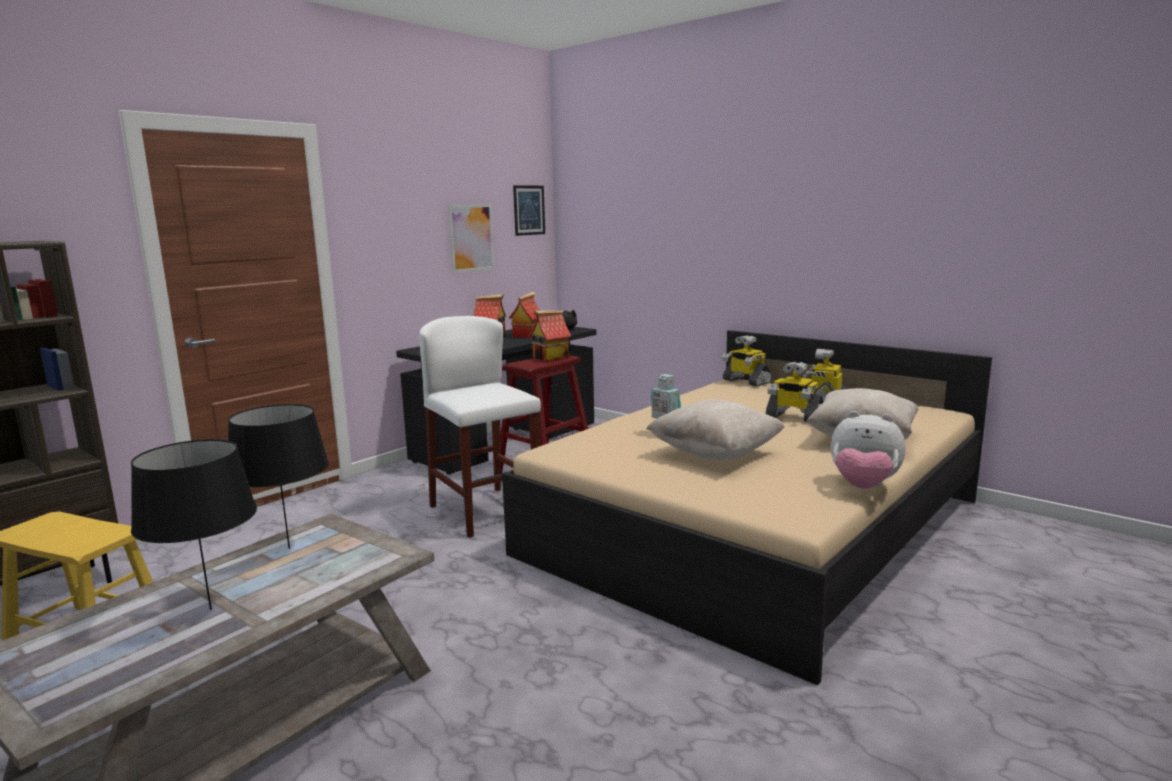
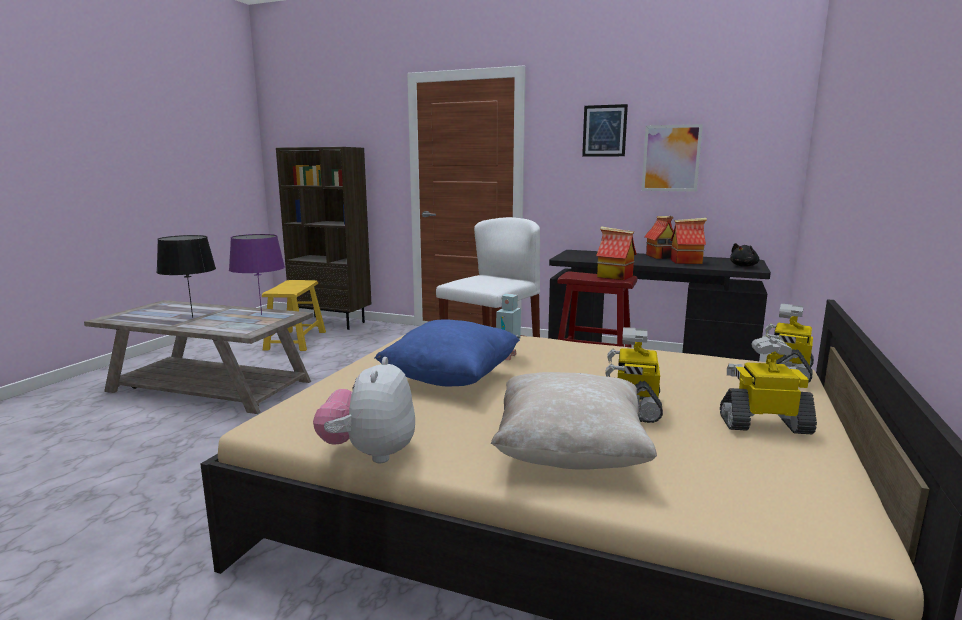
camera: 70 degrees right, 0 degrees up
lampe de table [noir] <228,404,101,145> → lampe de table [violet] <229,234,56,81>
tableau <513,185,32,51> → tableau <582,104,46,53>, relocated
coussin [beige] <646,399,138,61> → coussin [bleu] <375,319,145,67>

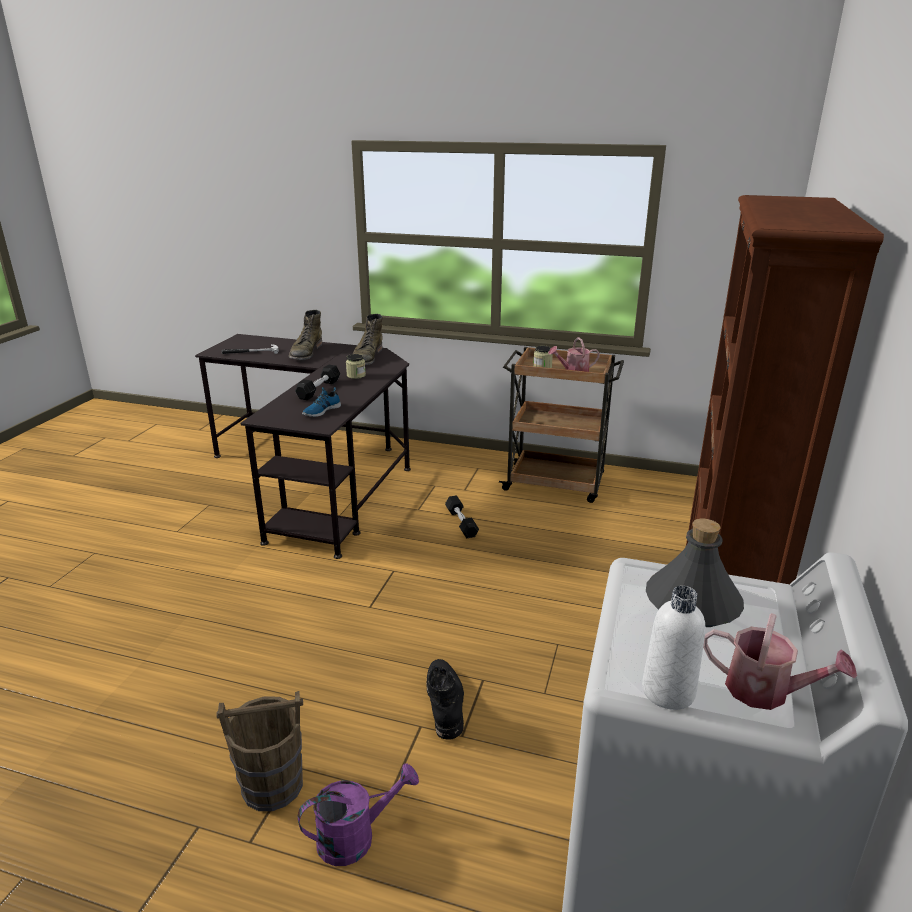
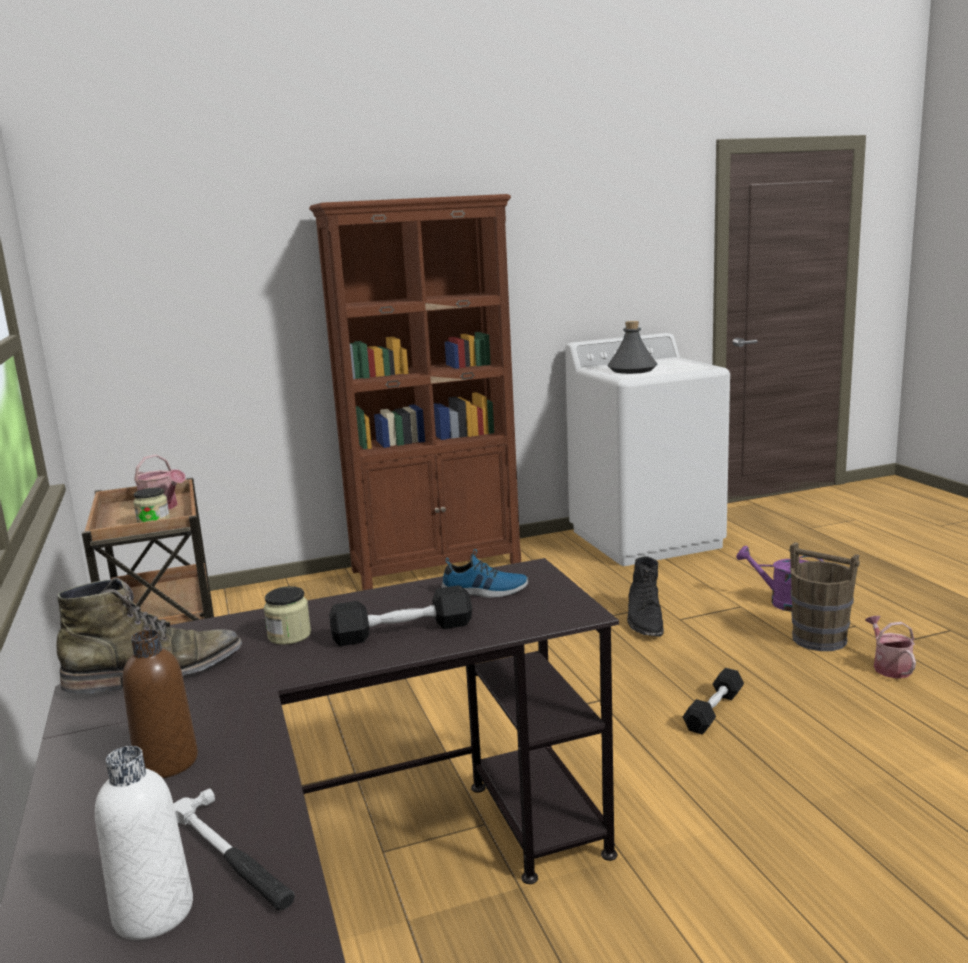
camera: 125 degrees left, 10 degrees down
botte [vert] <289,310,33,50> → bouteille [marron] <122,630,76,148>
botte [noir] <427,659,37,80> → botte [noir] <627,556,37,81>, 45 degrees counterclockwise
haltère [noir] <445,495,34,43> → haltère [noir] <683,668,61,67>, relocated
bouteille [blanc] <642,586,63,124> → bouteille [blanc] <95,746,98,194>, relocated
arrosoir <703,613,154,97> → arrosoir <865,616,51,63>, relocated

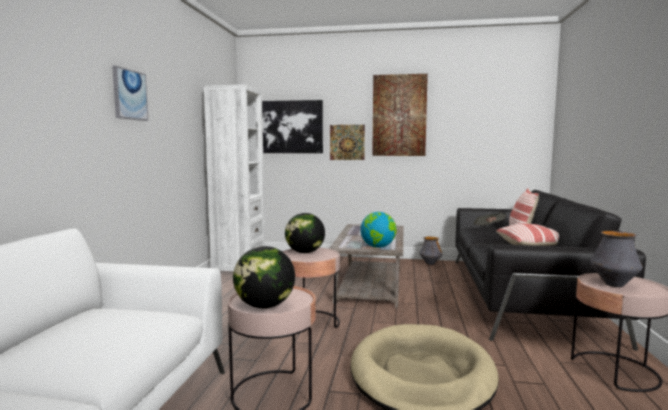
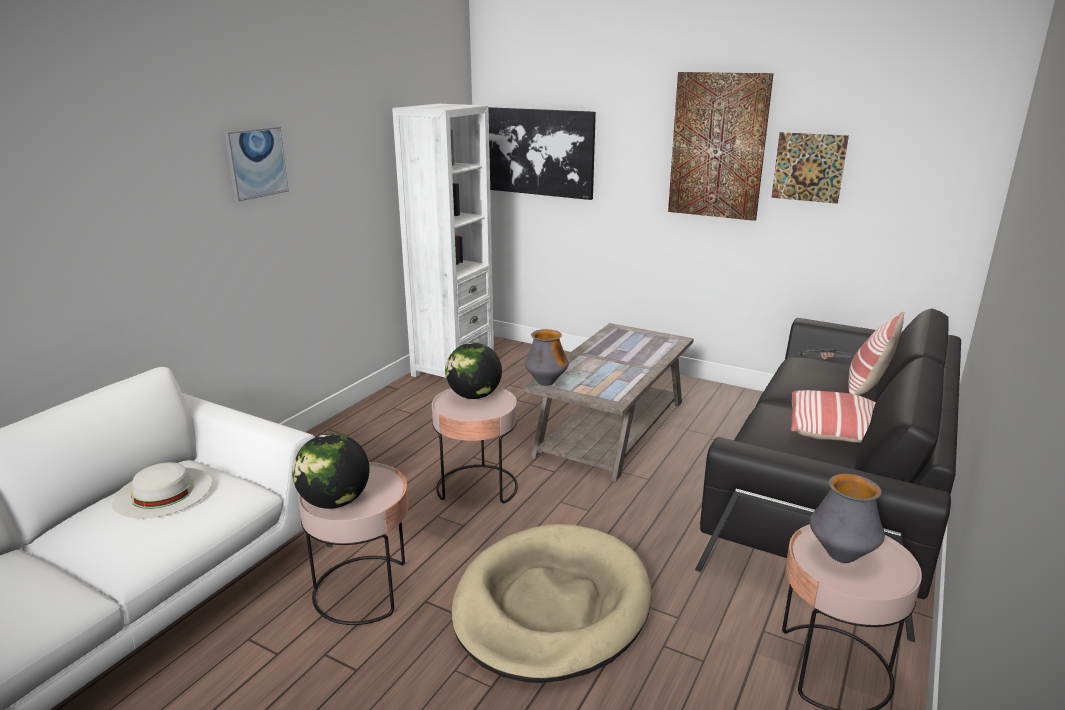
camera: 20 degrees right, 15 degrees up
tableau <330,125,35,35> → tableau <771,132,78,72>, relocated
globe <360,212,36,36> → -
vase <420,237,22,28> → vase <524,329,45,57>, relocated
- → chapeau [blanc] <112,462,100,57>

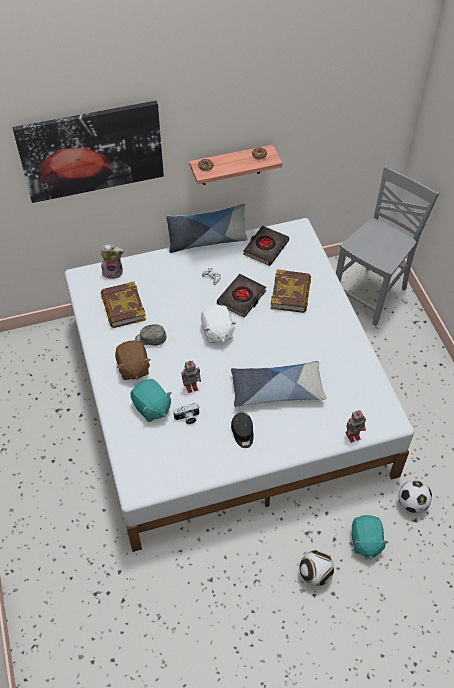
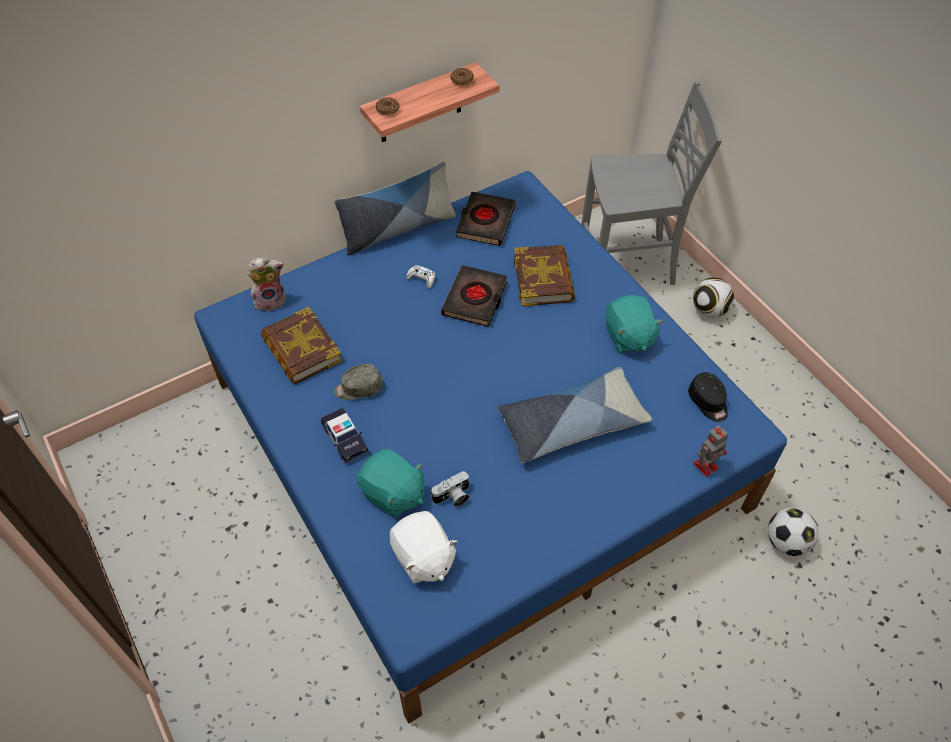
camera: 15 degrees left, 0 degrees up
tableau <13,101,151,102> → -
lit [blanc] <65,218,349,334> → lit [bleu] <194,171,593,553>
peluche [marron] <115,340,36,40> → petite voiture <320,408,49,56>
robot jouet <181,360,20,33> → -
peluche [blanc] <201,305,35,38> → peluche [blanc] <390,511,68,73>, relocated
casquette [noir] <231,413,23,35> → casquette [noir] <688,372,40,50>, relocated
ballon de foot <300,550,34,36> → ballon de foot <693,277,41,40>, relocated
chaise [gris] <336,166,103,160> → chaise [gris] <581,82,141,203>, 60 degrees clockwise
peluche [turquoise] <352,515,36,44> → peluche [turquoise] <606,295,58,58>, relocated

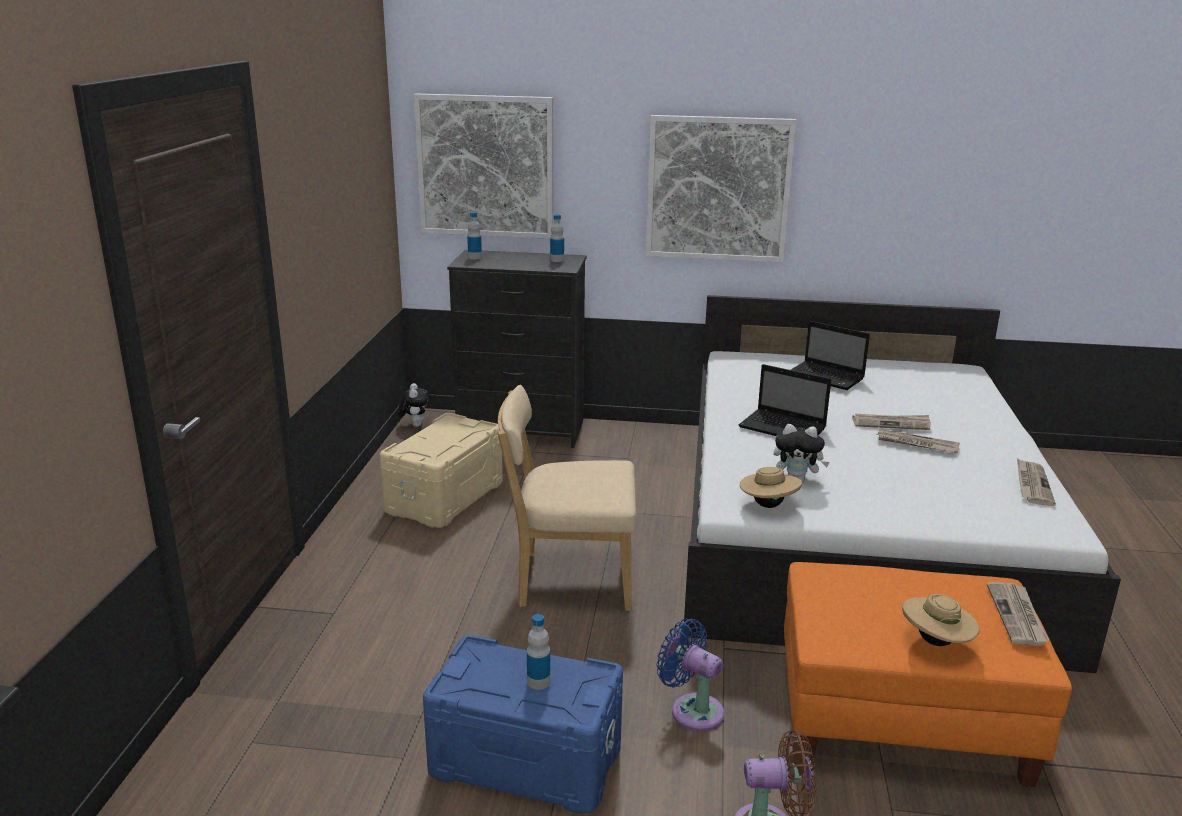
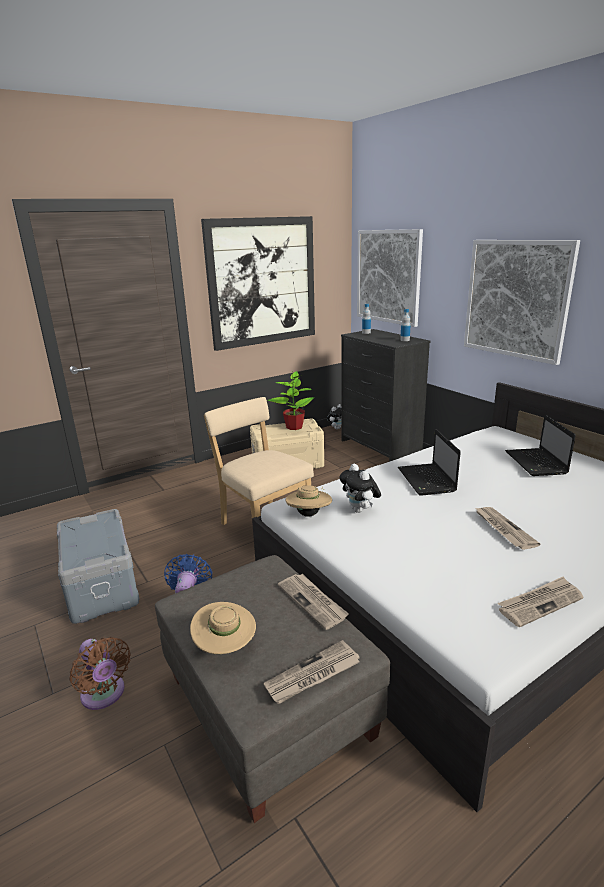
camera: 50 degrees right, 0 degrees up
boîte de rangement [bleu] <423,635,200,178> → boîte de rangement [gris] <57,509,82,115>
bouteille <527,614,23,76> → -
pouf [orange] <784,562,288,225> → pouf [gris] <155,555,235,268>
journal <852,414,79,16> → journal <278,574,71,56>, relocated
- → tableau <201,216,114,135>
- → plante en pot <268,371,46,59>

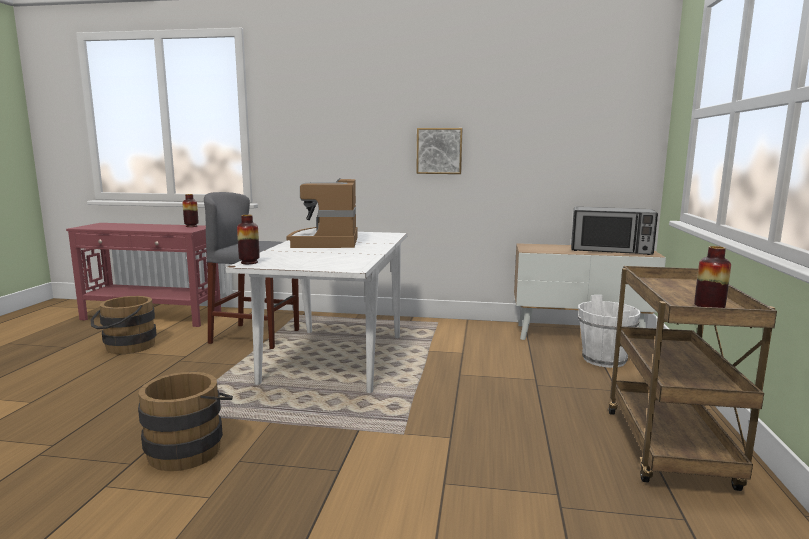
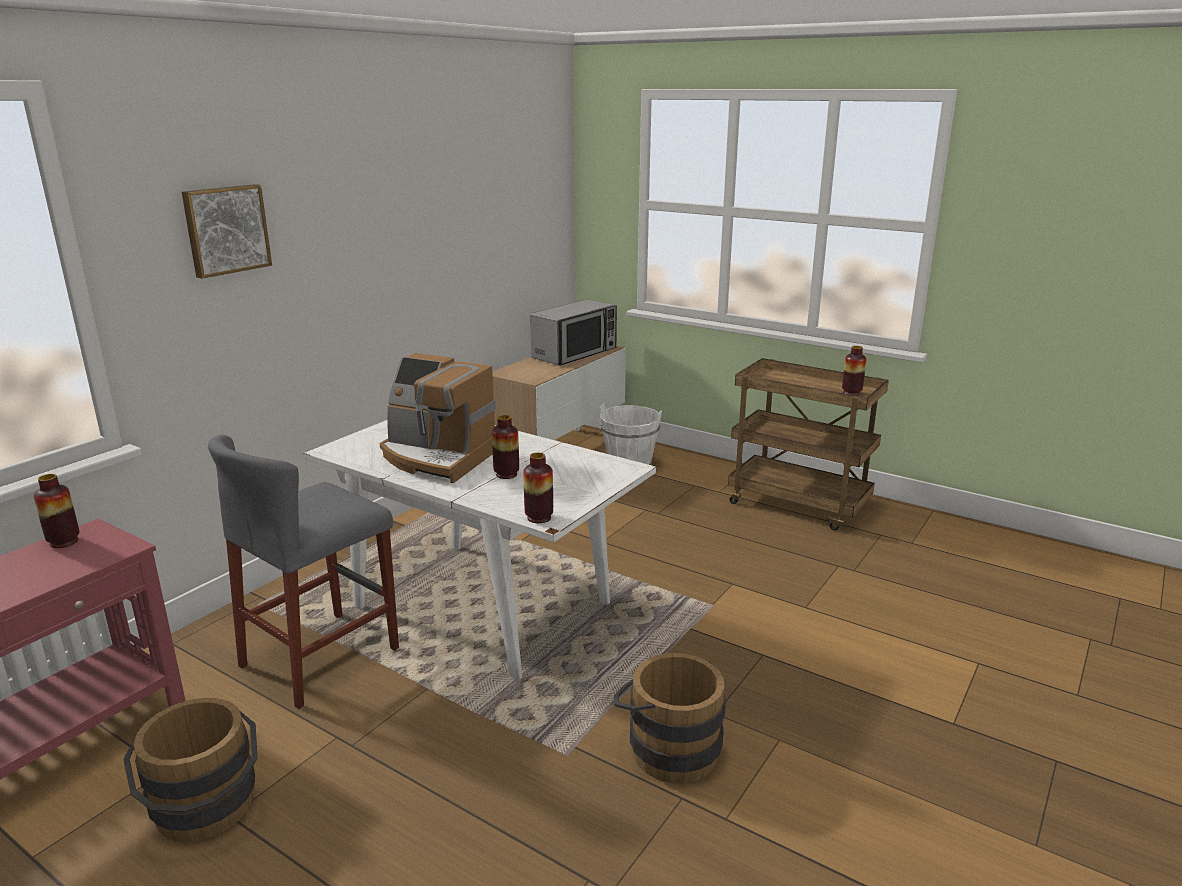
camera: 65 degrees left, 10 degrees up
tableau <416,128,47,46> → tableau <182,184,90,95>, relocated
- → vase <492,415,27,64>

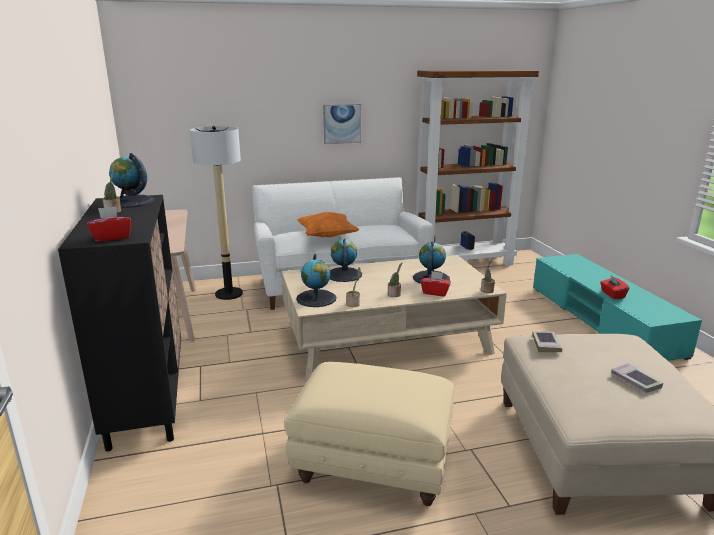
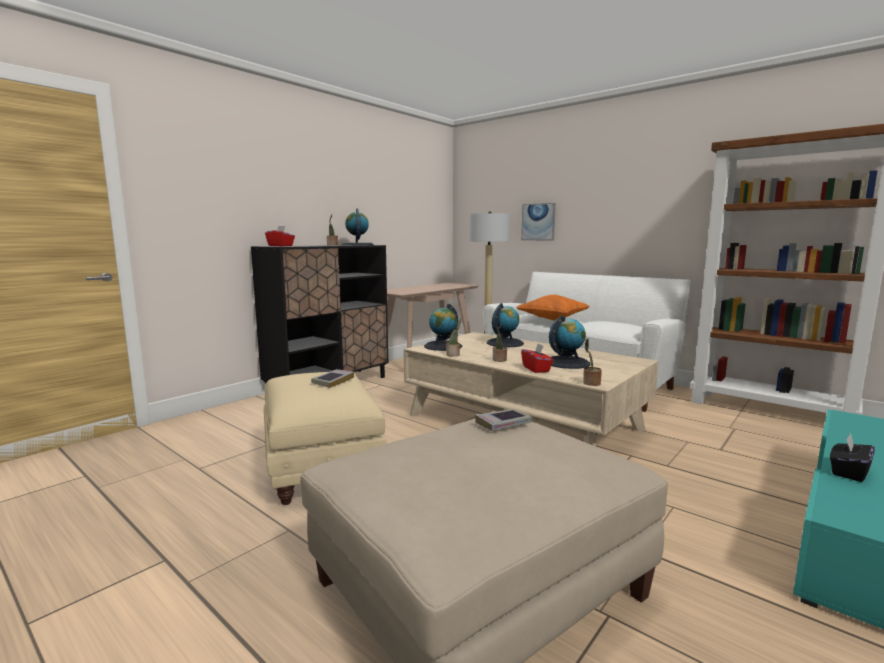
camera: 55 degrees right, 10 degrees down
tableau <323,104,38,40> → tableau <521,203,35,37>, relocated
boîte à mouchoirs [rouge] <600,276,29,23> → boîte à mouchoirs [noir] <830,434,45,48>
livre <611,363,52,30> → livre <311,369,43,19>, relocated

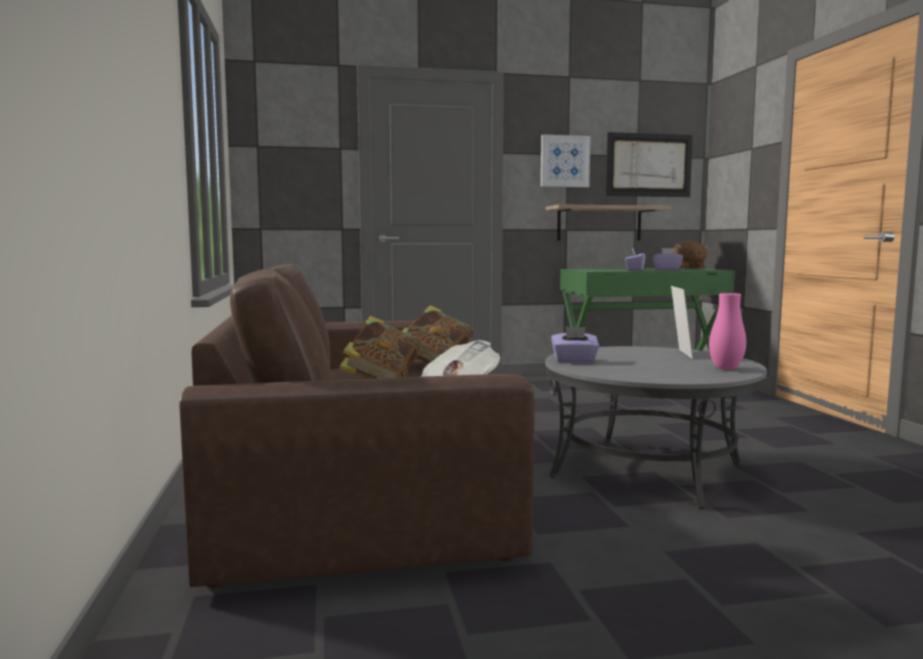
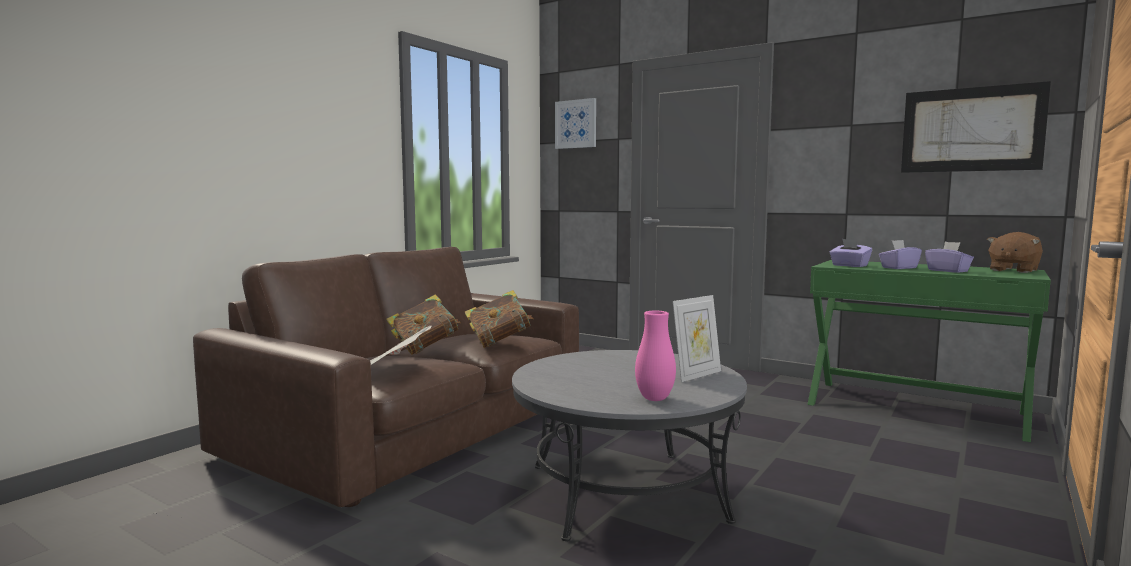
camera: 45 degrees right, 0 degrees up
tableau <541,134,50,53> → tableau <555,98,41,51>, relocated
étagère <546,204,125,37> → -
boîte à mouchoirs [violet] <551,327,48,36> → boîte à mouchoirs [violet] <830,239,42,28>, relocated

